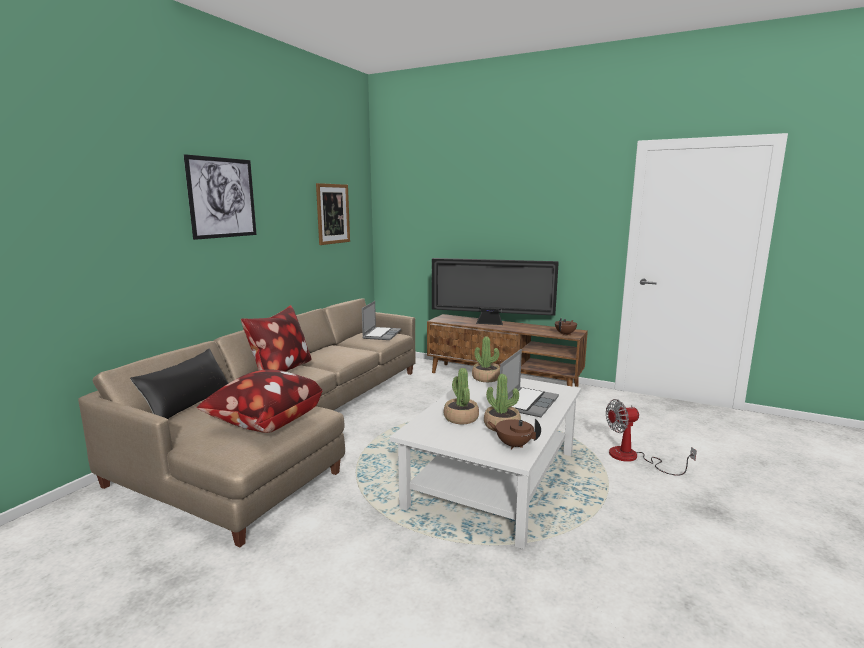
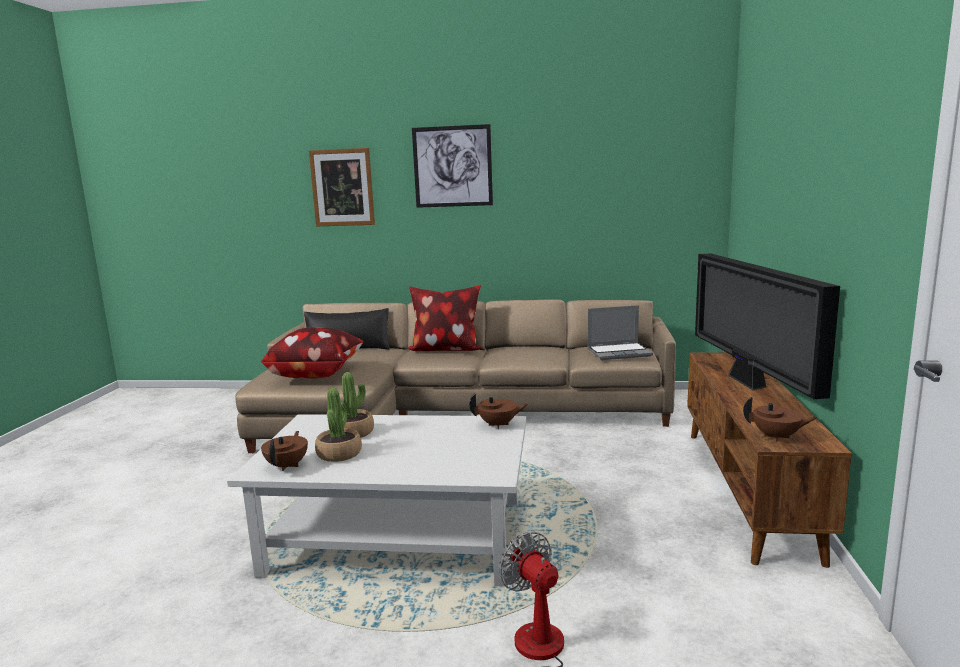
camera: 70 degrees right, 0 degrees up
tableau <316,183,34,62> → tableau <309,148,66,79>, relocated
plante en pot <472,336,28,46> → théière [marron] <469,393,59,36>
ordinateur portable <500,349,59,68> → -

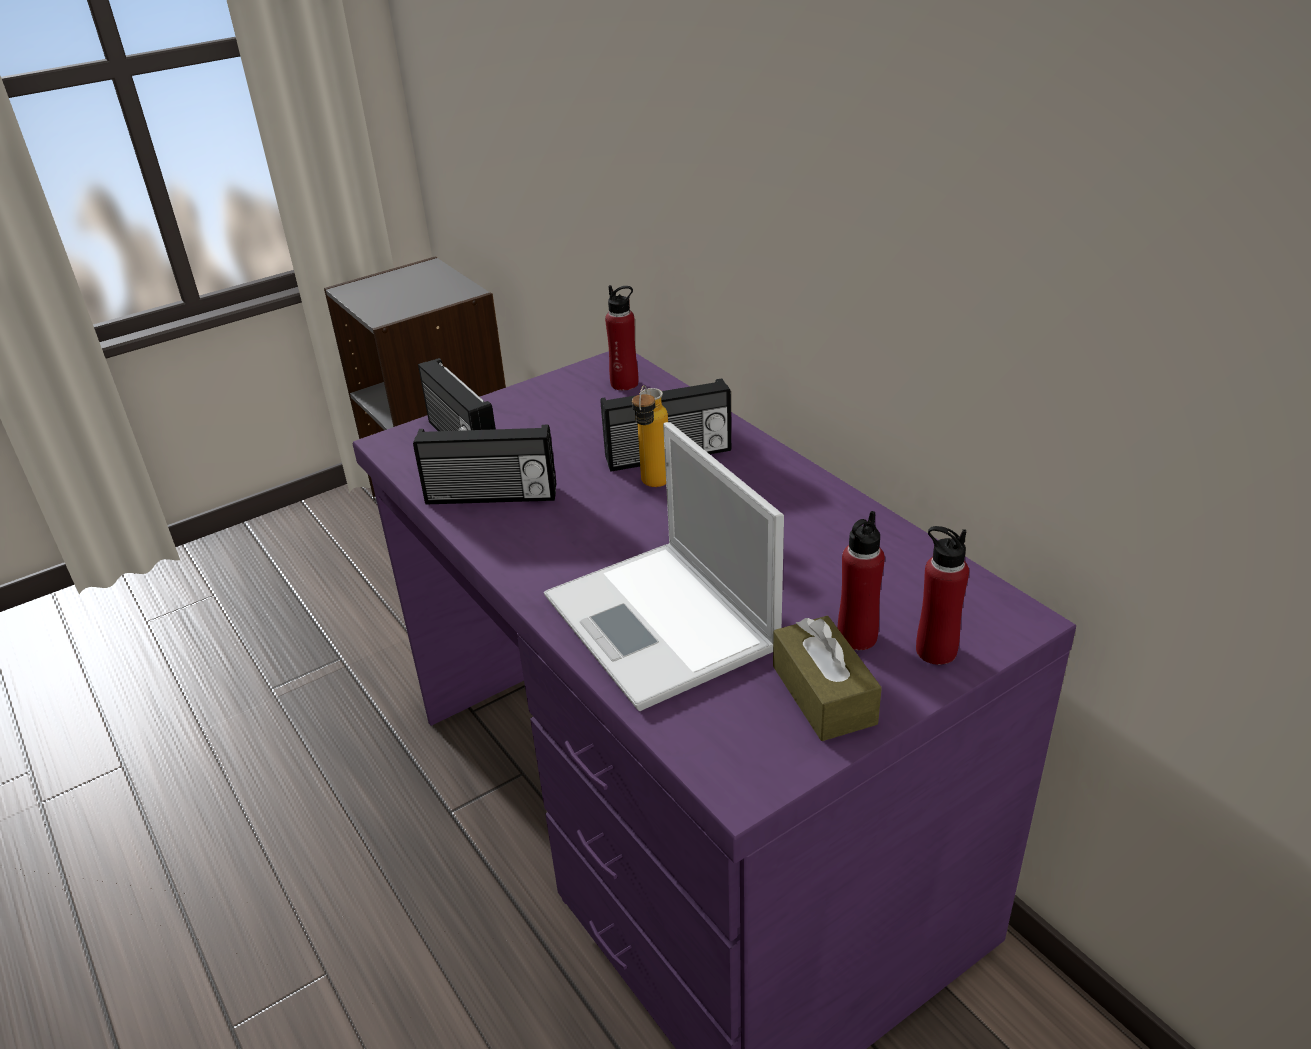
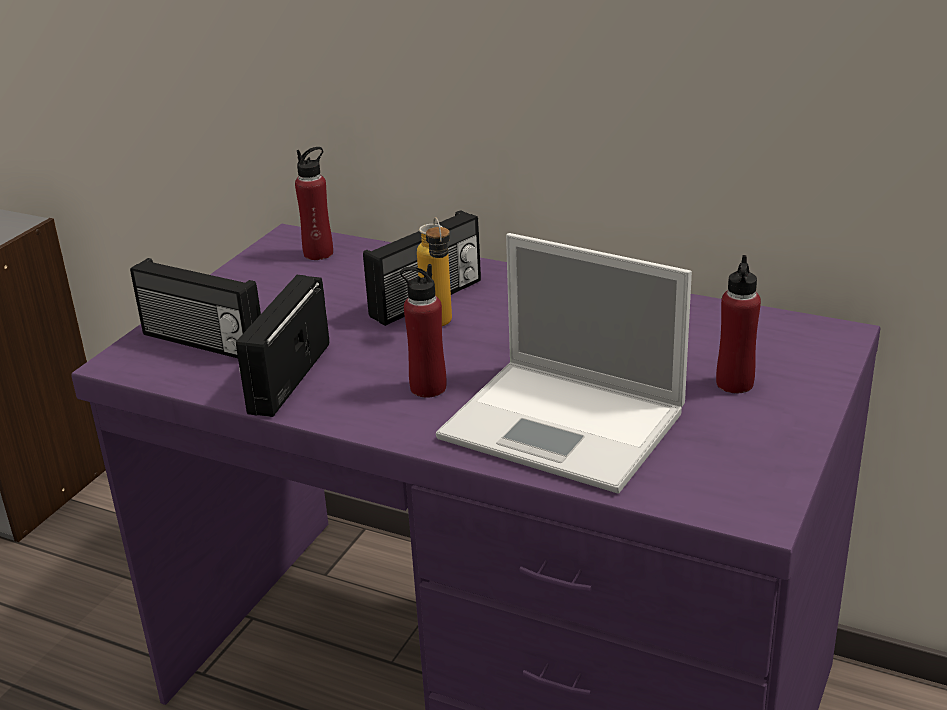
camera: 30 degrees left, 5 degrees down
radio <413,425,143,79> → radio <236,275,94,142>, 135 degrees clockwise
boîte à mouchoirs [marron] <773,616,109,125> → -
bouteille [rouge] <916,526,53,139> → bouteille [rouge] <400,264,46,134>, relocated

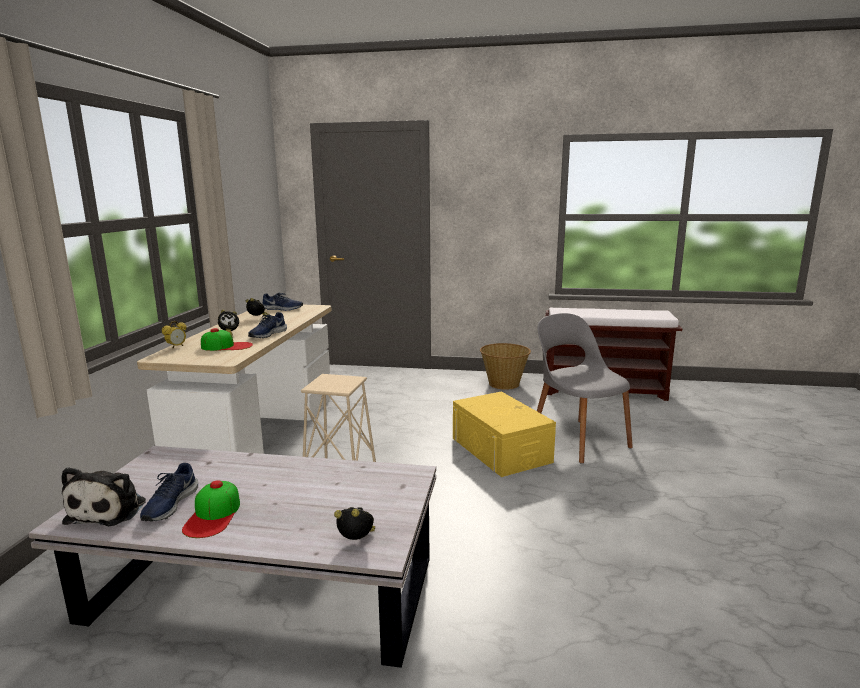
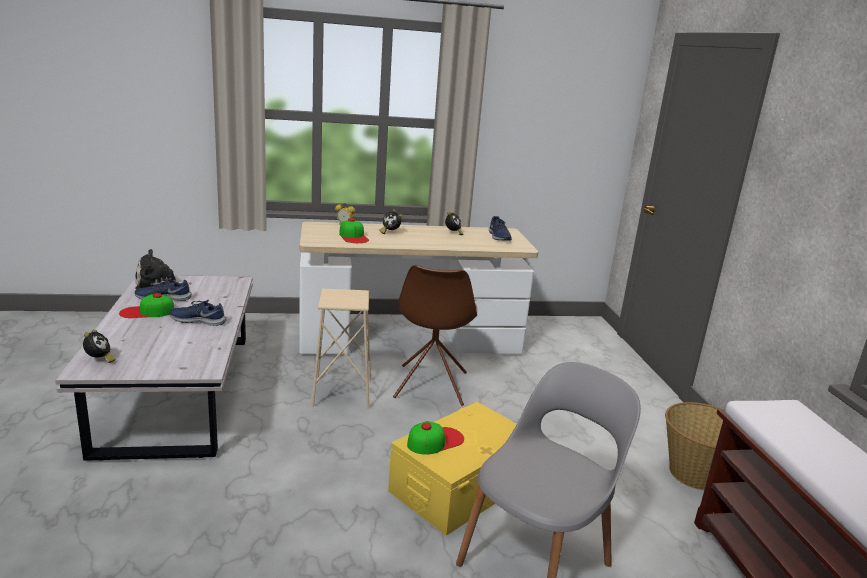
camera: 70 degrees right, 5 degrees up
chaussure [bleu] <248,312,39,26> → chaussure [bleu] <170,300,56,26>, relocated
- → chaise [marron] <393,265,84,141>
- → casquette <407,421,57,33>

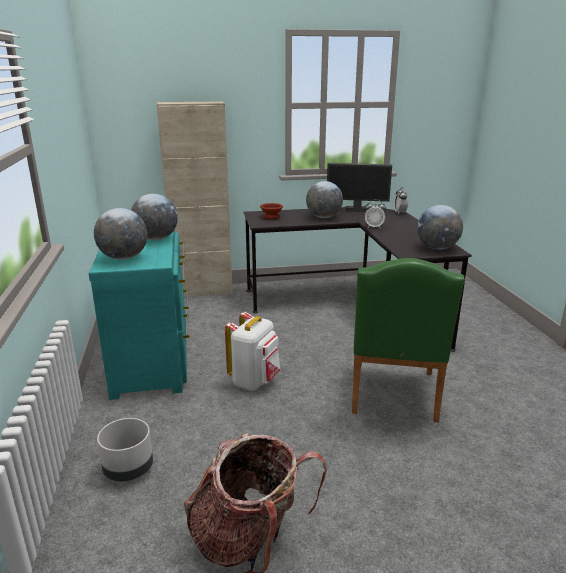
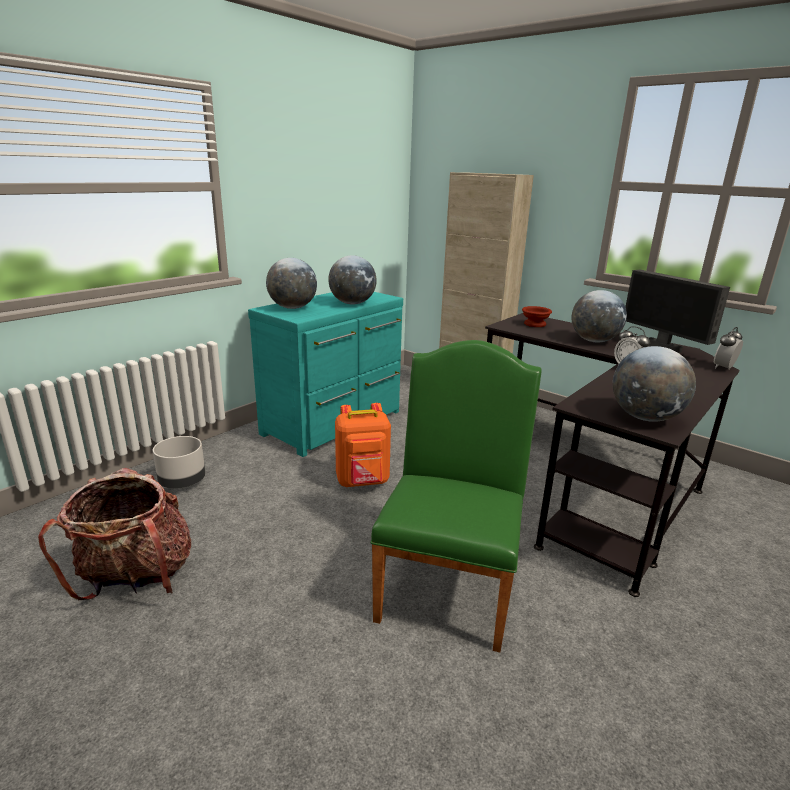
camera: 50 degrees right, 0 degrees up
sac à dos [blanc] <225,312,56,79> → sac à dos [orange] <335,403,56,84>
chaise [vert] <352,258,113,165> → chaise [vert] <370,340,172,312>, 135 degrees clockwise

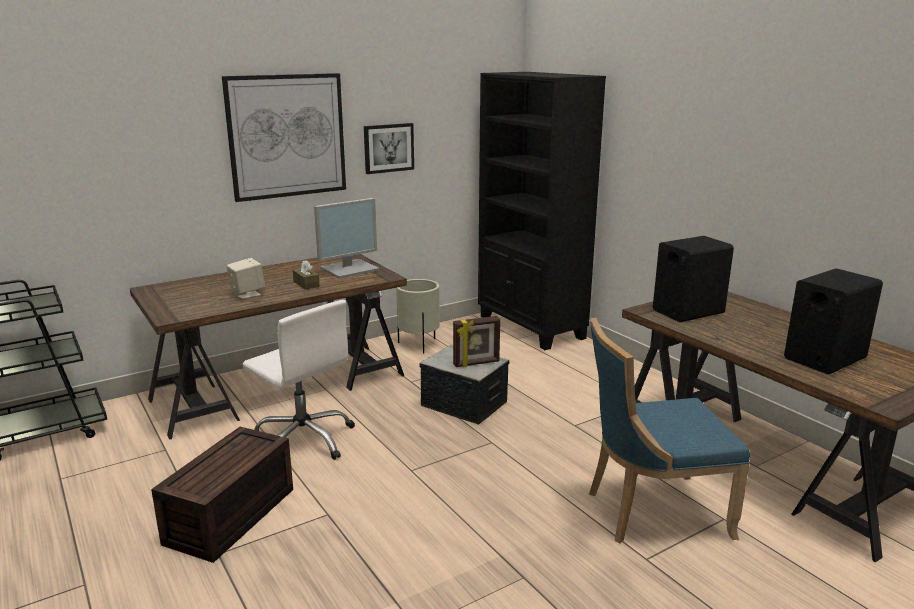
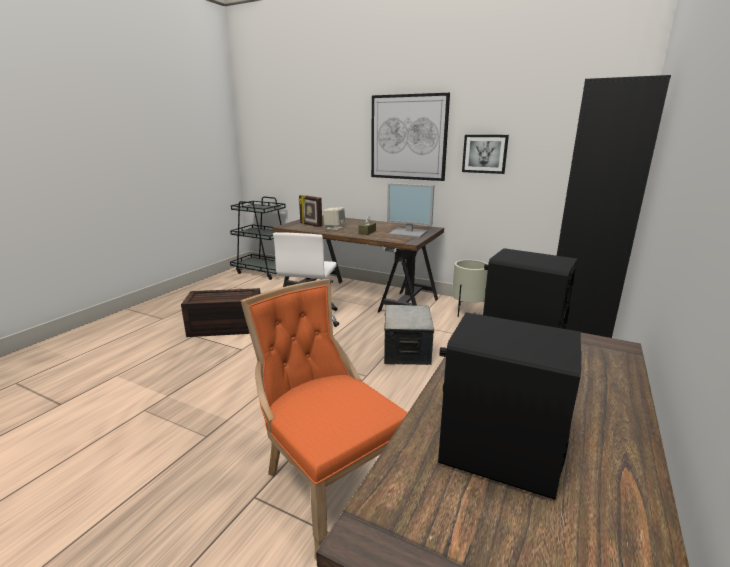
camera: 60 degrees right, 0 degrees up
cadre photo <453,316,47,51> → cadre photo <298,195,24,32>, relocated
chaise [bleu] <589,317,161,226> → chaise [orange] <241,279,167,282>

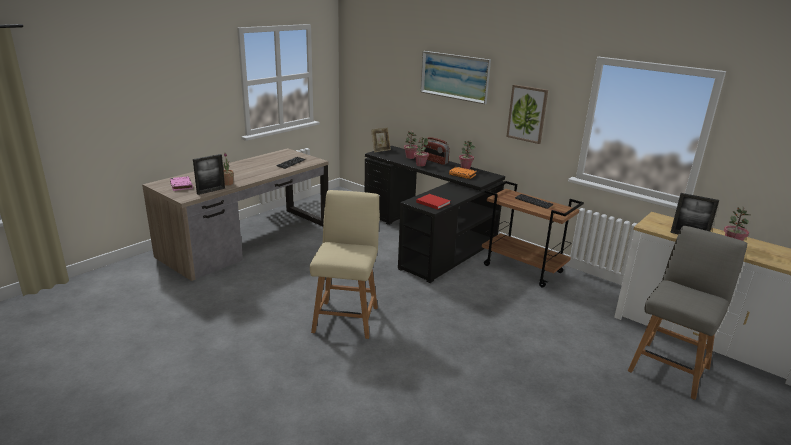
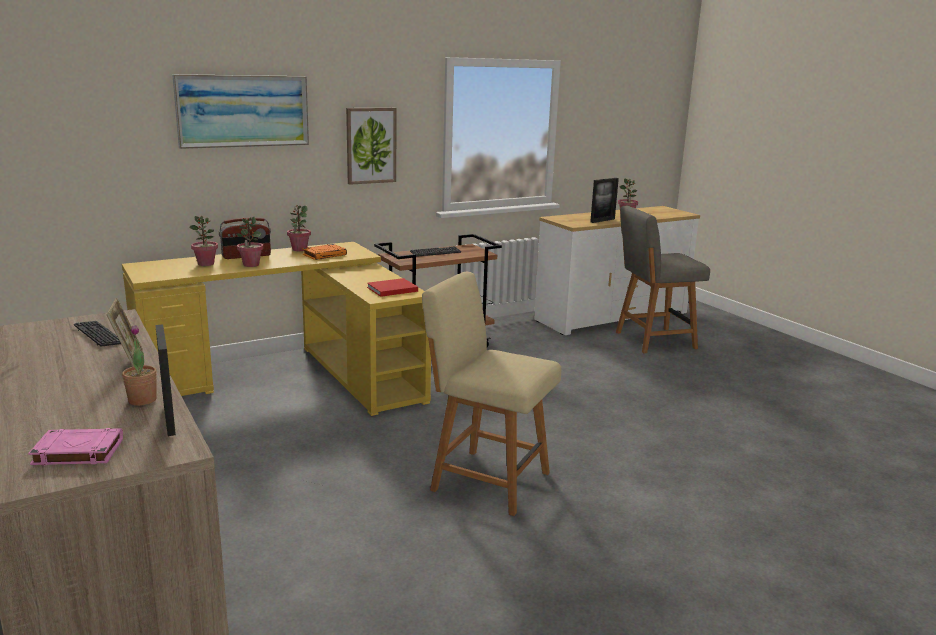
camera: 70 degrees left, 5 degrees down
bureau [noir] <365,146,140,137> → bureau [jaune] <122,242,309,174>
cadre photo <371,128,20,24> → cadre photo <106,298,37,69>, relocated
chaise [gris] <628,226,119,174> → chaise [gris] <616,206,94,147>, 75 degrees counterclockwise

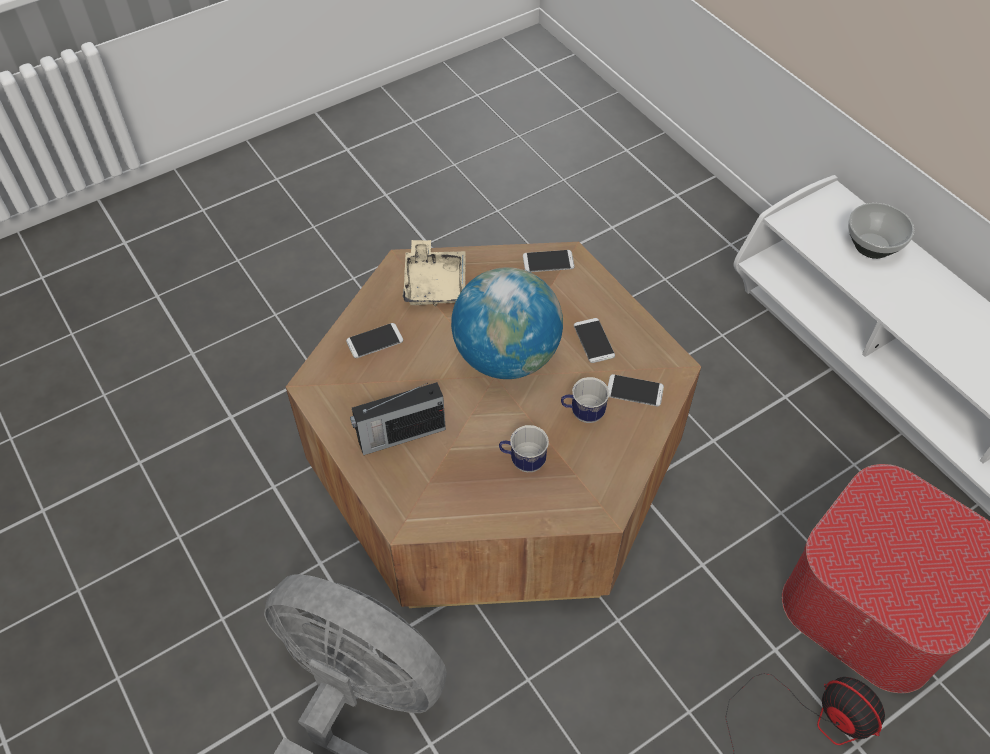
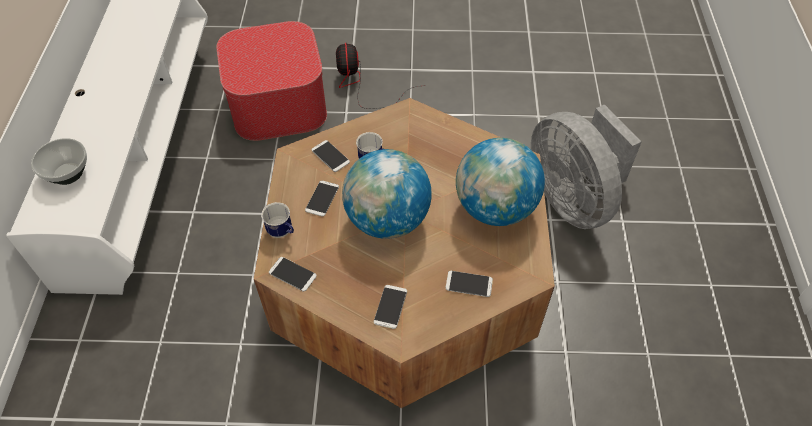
camera: 145 degrees left, 0 degrees up
radio <350,382,96,73> → globe <456,138,89,88>
plateau [beige] <403,240,62,66> → téléphone <374,285,33,44>
mug <499,425,50,47> → mug <261,202,33,36>, relocated

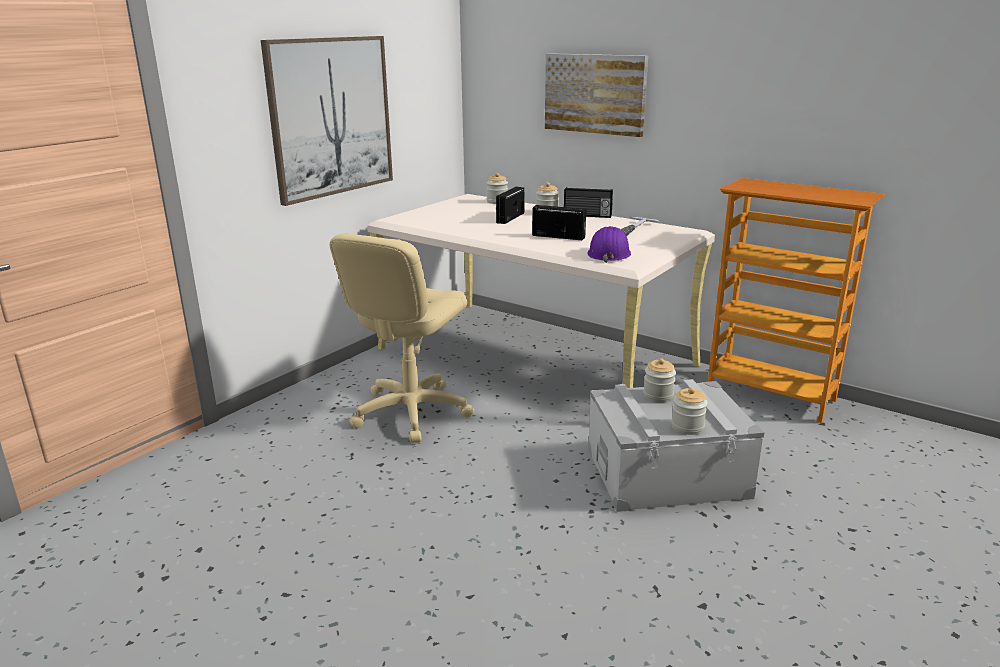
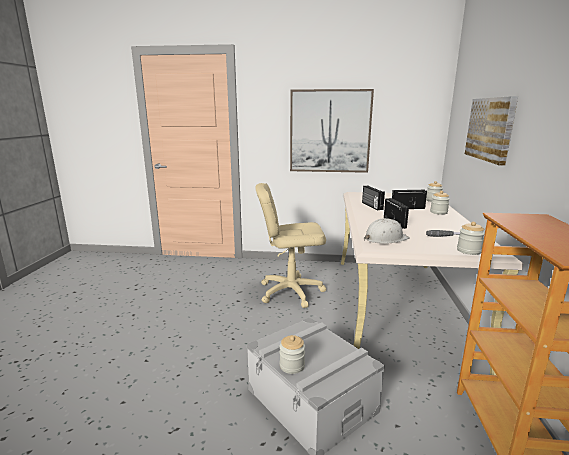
camera: 60 degrees right, 5 degrees down
radio <564,187,49,31> → radio <362,186,23,24>, relocated
casque de chantier [violet] <587,226,44,37> → casque de chantier [blanc] <364,218,46,26>
bocal <643,358,33,44> → bocal <457,222,28,33>, relocated

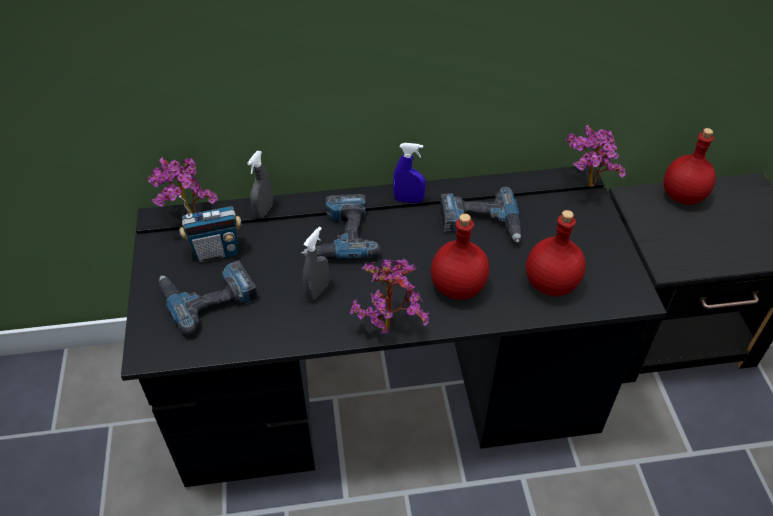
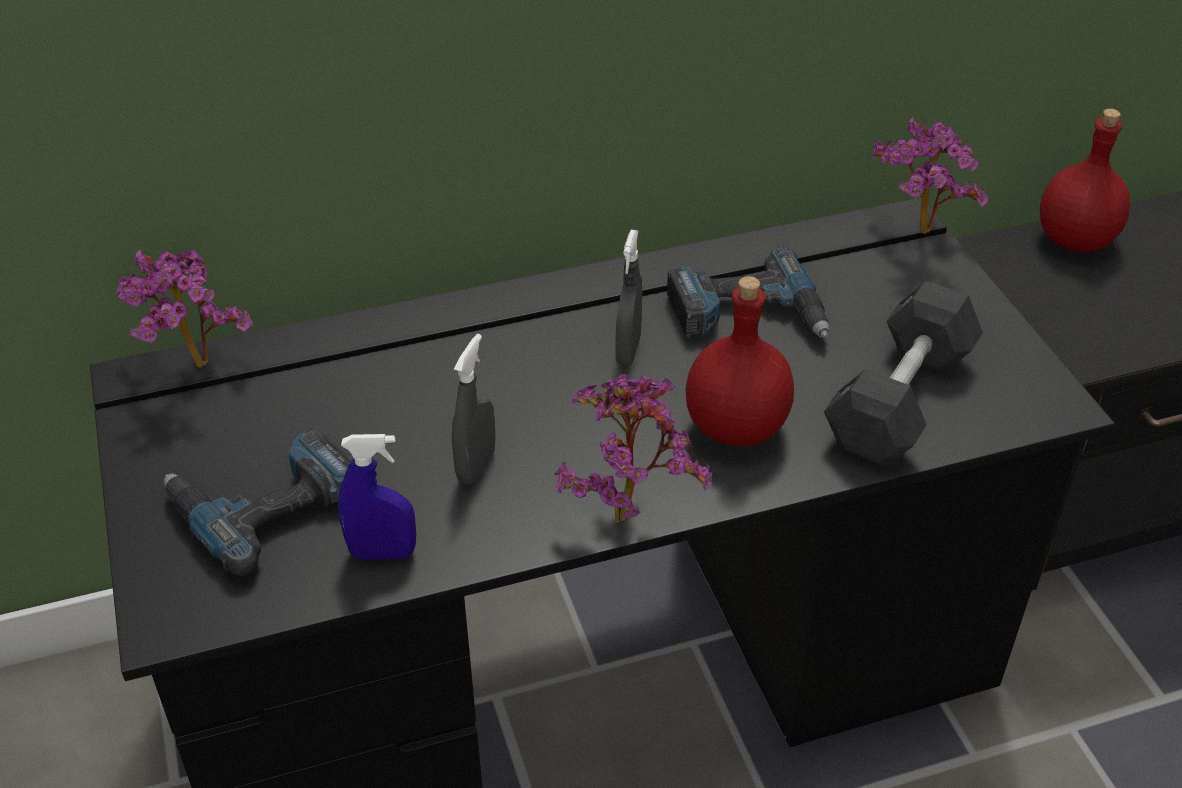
camera: 10 degrees left, 5 degrees down
radio <179,195,63,68> → -
vaporisateur [gris] <247,151,26,68> → vaporisateur [gris] <615,230,27,136>, relocated
perceuse <301,194,80,65> → -
vaporisateur [bleu] <393,143,33,60> → vaporisateur [bleu] <338,434,78,125>, relocated
bouteille [rouge] <526,210,60,86> → haltère [gris] <824,281,159,186>

